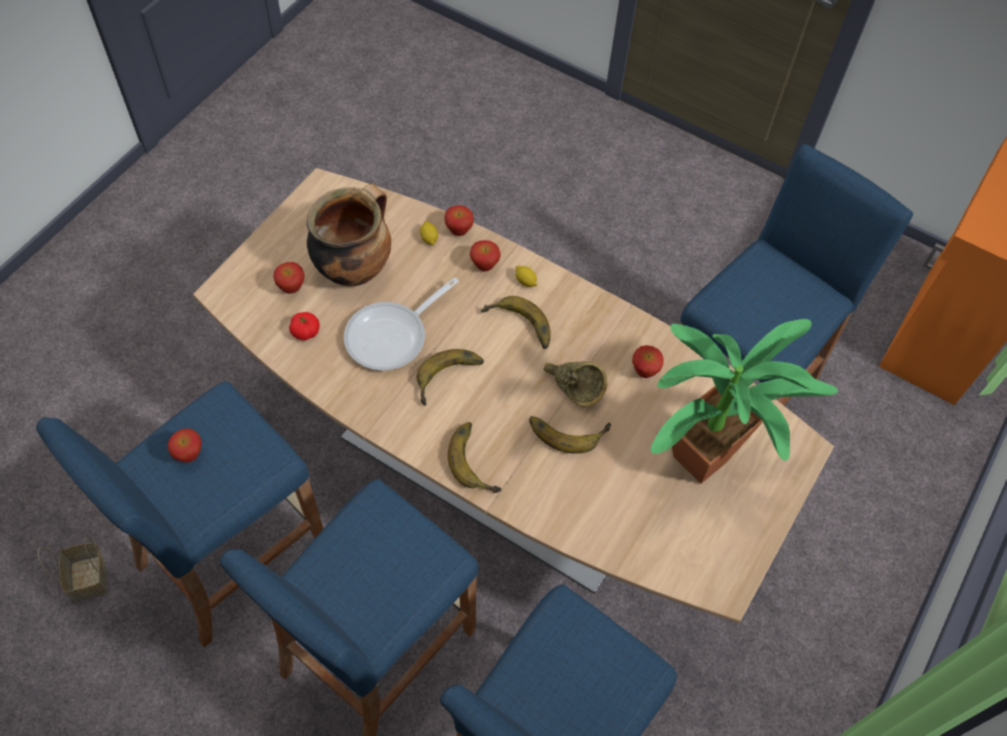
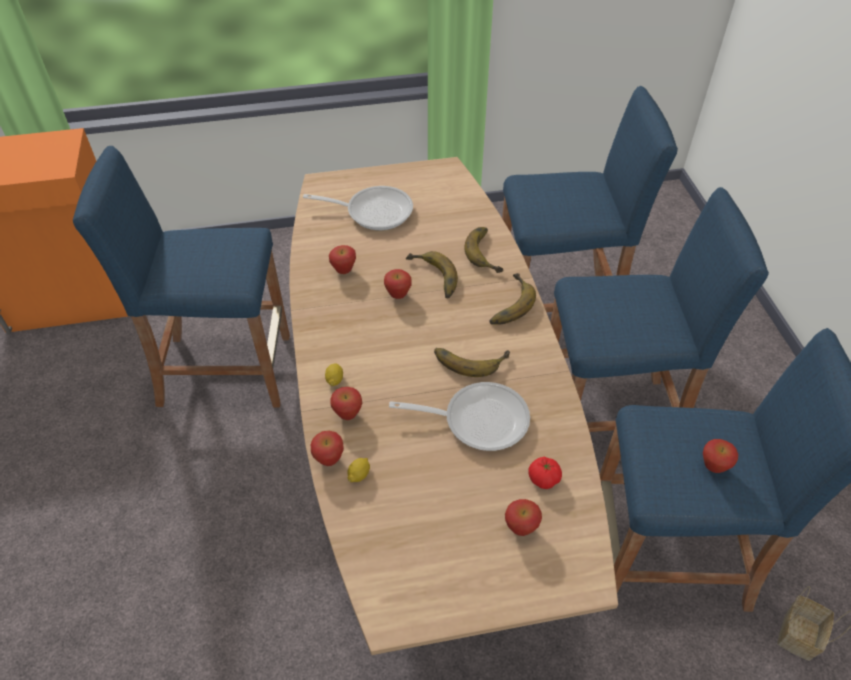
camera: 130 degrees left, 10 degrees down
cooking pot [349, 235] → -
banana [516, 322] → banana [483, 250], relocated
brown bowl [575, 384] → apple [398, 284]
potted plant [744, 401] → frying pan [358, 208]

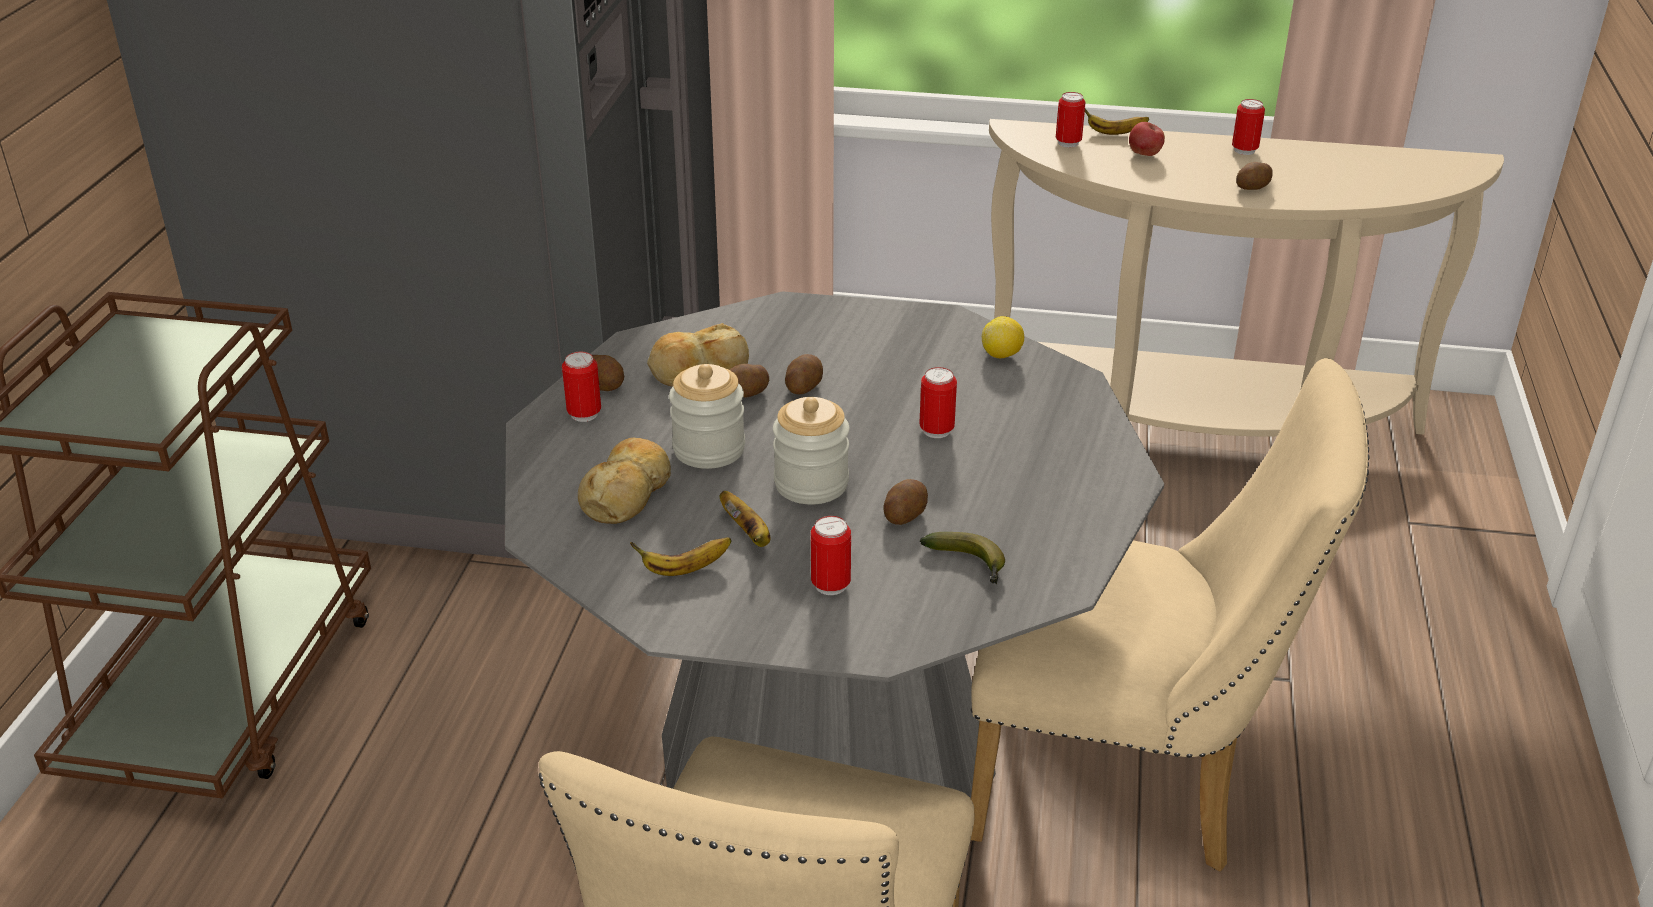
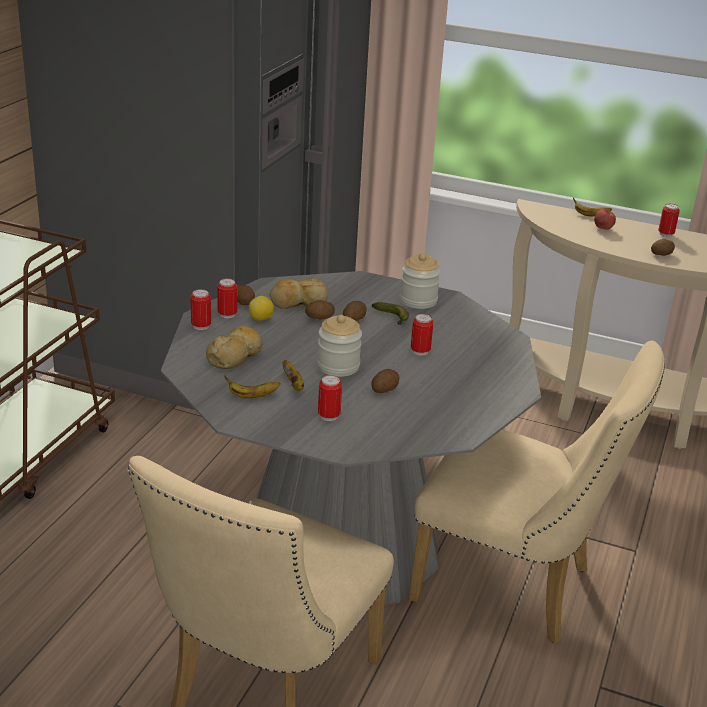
camera: 10 degrees right, 5 degrees down
jar [707, 416] → jar [420, 281], relocated
banana [962, 558] → banana [390, 313], relocated
lemon [1003, 337] → lemon [261, 308], relocated
can [1070, 120] → can [201, 309], relocated

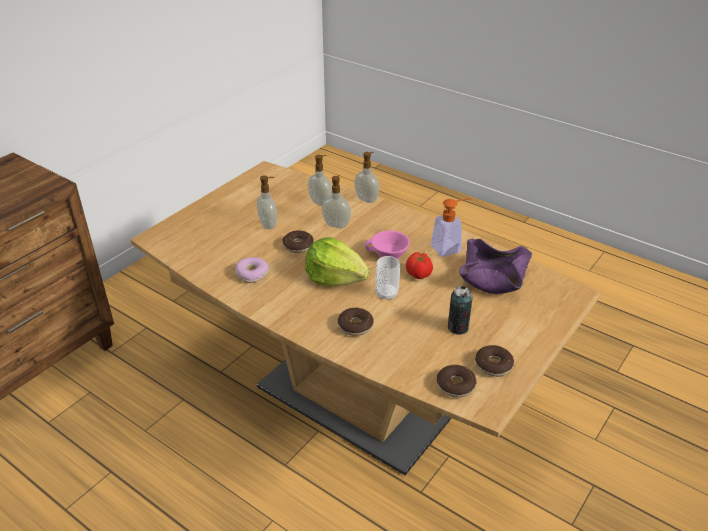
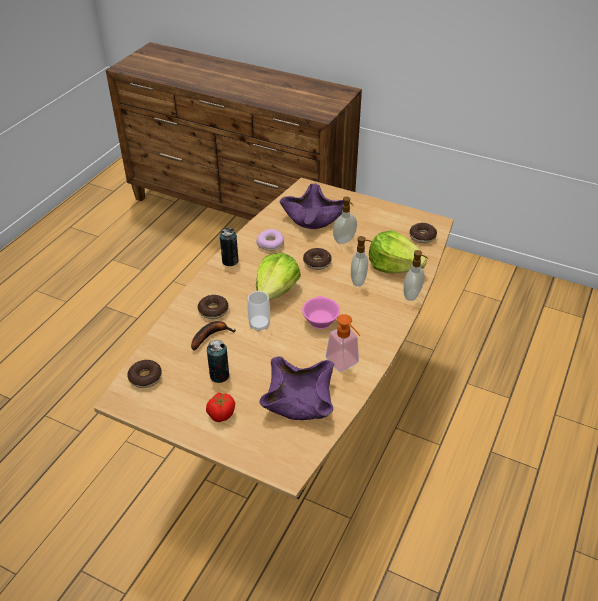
camera: 80 degrees right, 5 degrees up
- → banana [213, 335]
- → can [229, 247]
- → purple bowl [312, 206]
tomato [419, 265] → tomato [220, 407], relocated
donut [494, 361] → donut [423, 233], relocated
soap dispenser [320, 180] → lettuce [398, 252]

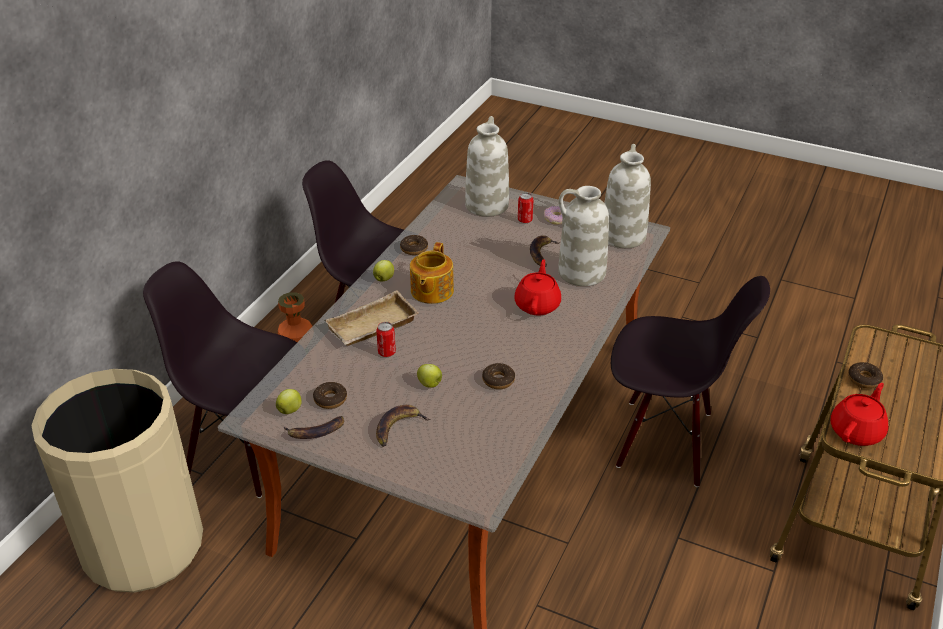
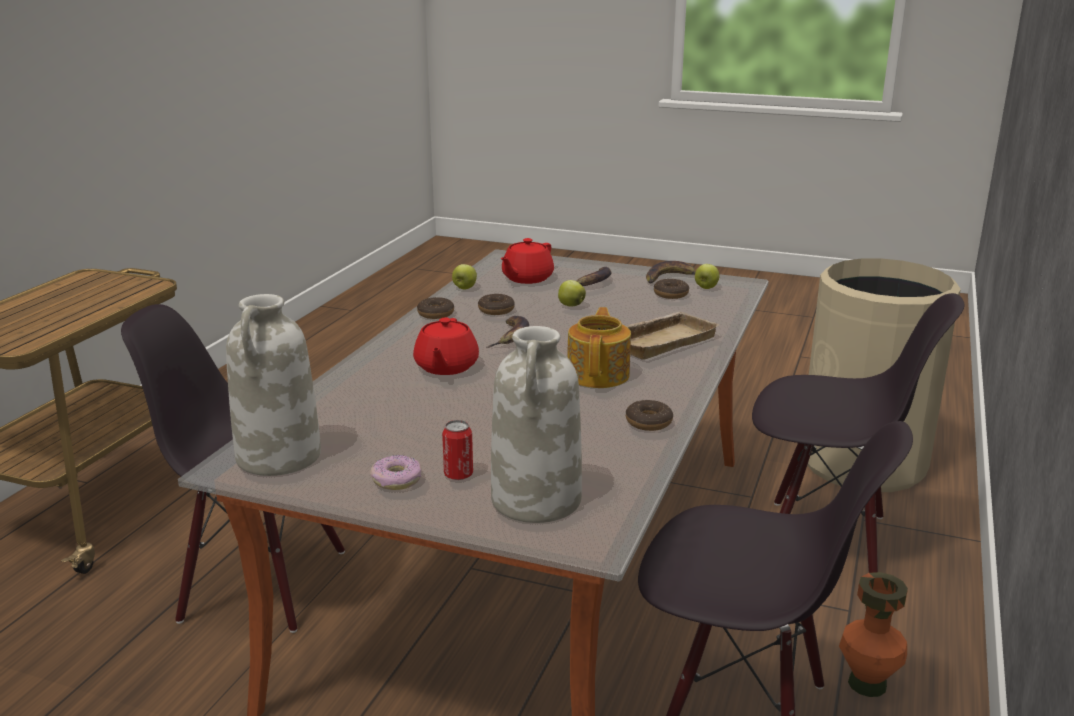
camera: 175 degrees right, 15 degrees down
can [386, 339] → -
white vase [583, 236] → -
apple [383, 270] → apple [464, 276], relocated
banana [545, 251] → banana [508, 332], relocated
red teapot [859, 414] → red teapot [527, 261], relocated
donut [865, 375] → donut [435, 308], relocated

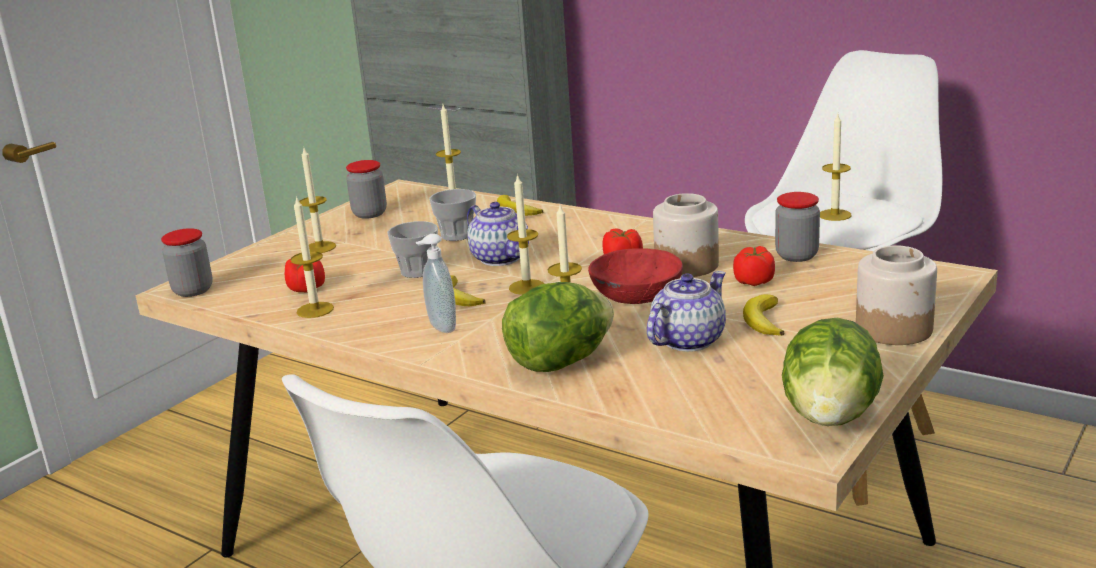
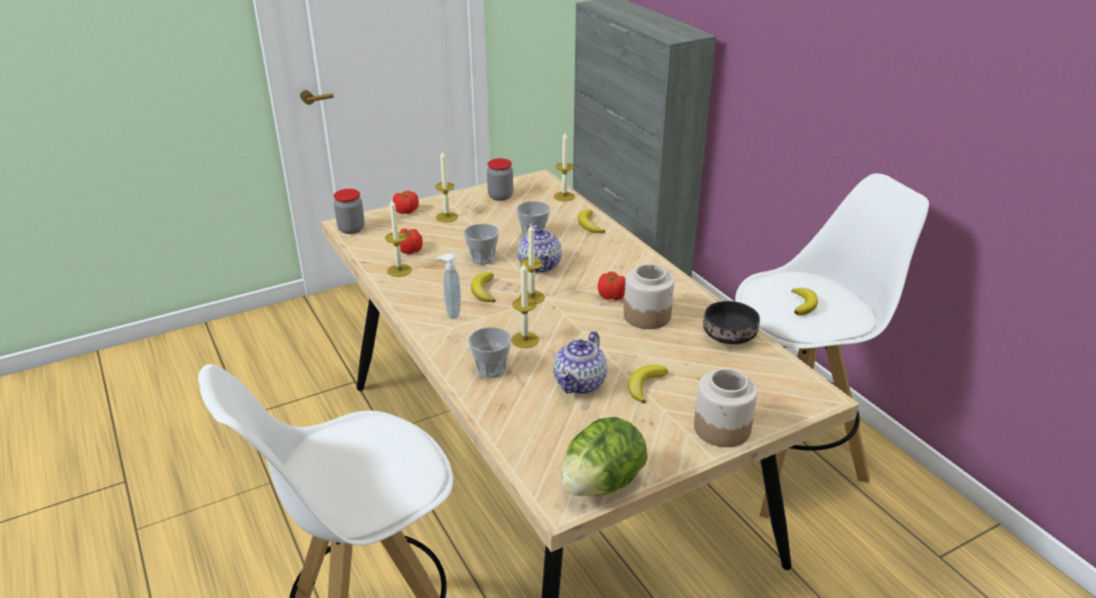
camera: 25 degrees right, 10 degrees up
red bowl [635, 276] → -
tomato [754, 266] → tomato [406, 202], relocated
lettuce [558, 327] → cup [489, 352]
jar [797, 227] → black bowl [731, 322]
candle [836, 167] → banana [804, 302]
teapot [686, 311] → teapot [580, 362], 135 degrees clockwise

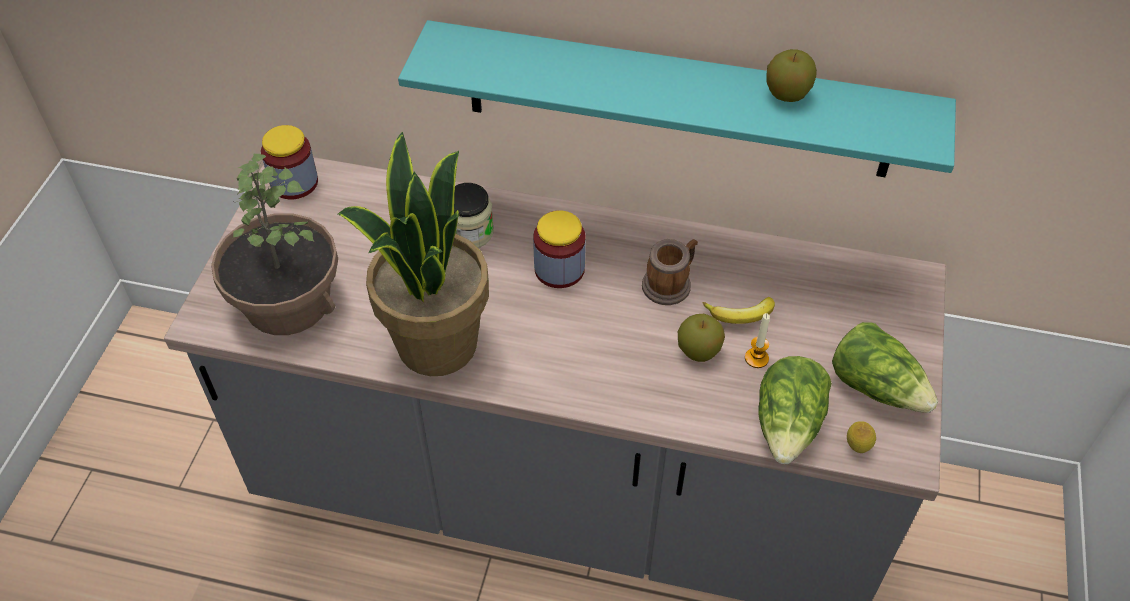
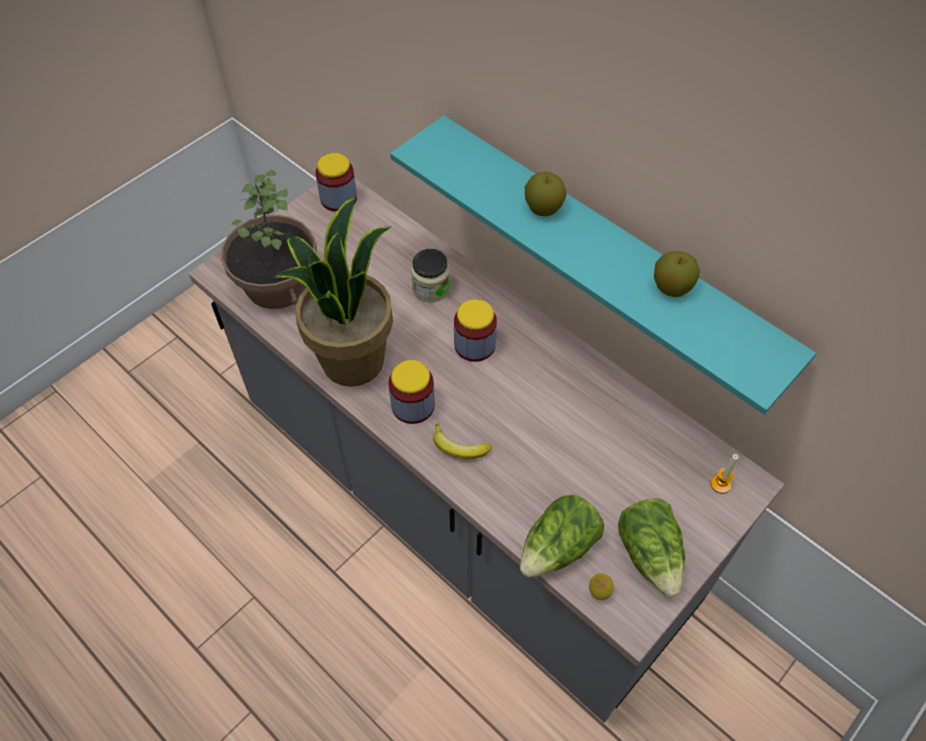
camera: 30 degrees right, 5 degrees up
mug [670, 272] → -
- → jar [412, 392]
apple [701, 338] → apple [546, 194], relocated
banana [739, 310] → banana [462, 441], relocated
candle [757, 340] → candle [724, 474], relocated

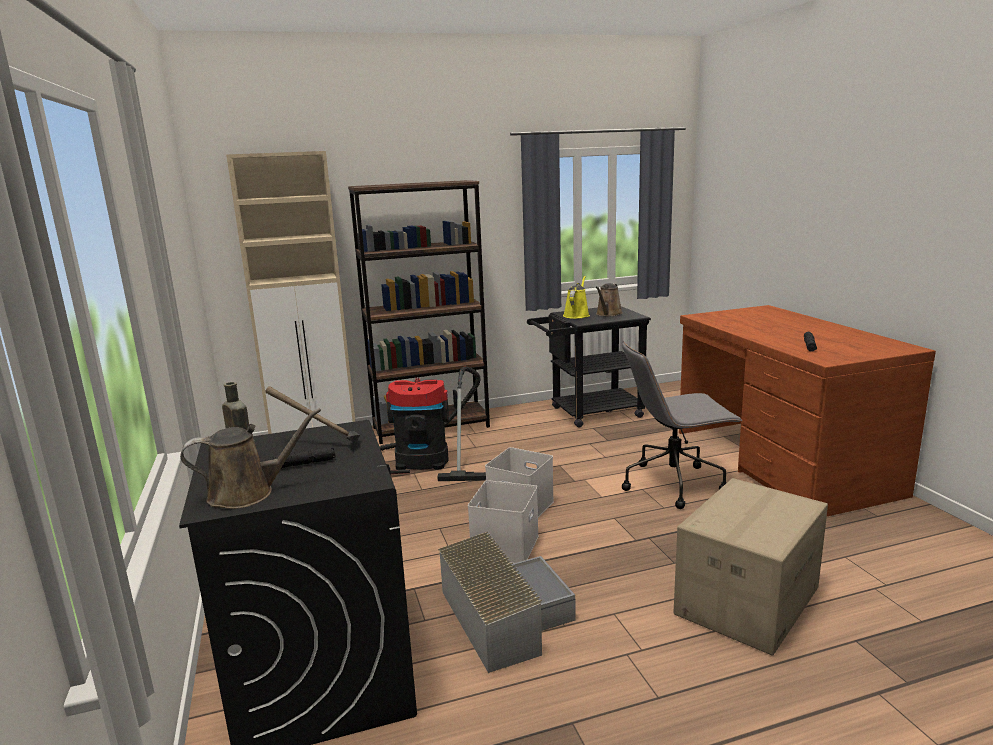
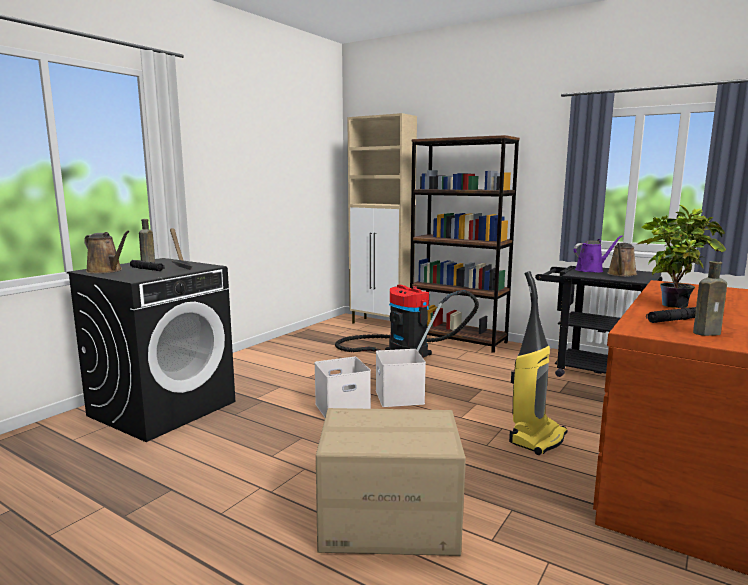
camera: 50 degrees right, 5 degrees down
grey storage box [507, 602] → -
- → potted plant [682, 256]
- → brown bottle [710, 298]
grey office chair [682, 425] → vacuum cleaner [538, 363]
yellow watering can [576, 297] → purple watering can [598, 254]
brown watering can [609, 299] → brown watering can [622, 260], 45 degrees counterclockwise

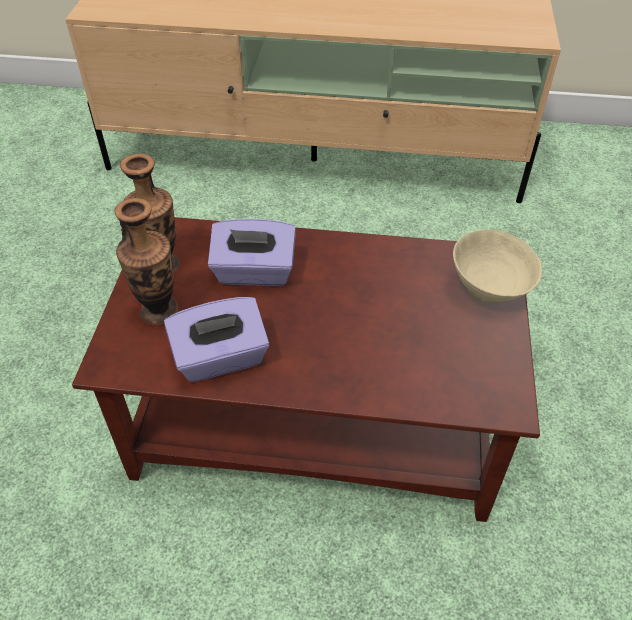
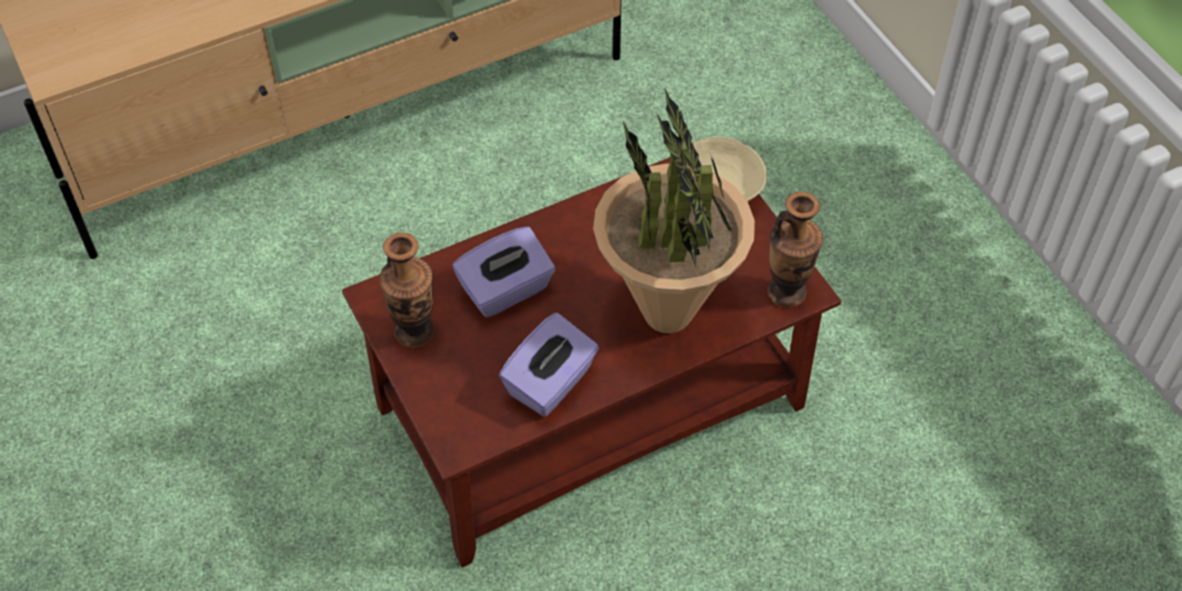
camera: 35 degrees left, 5 degrees up
- → potted plant [674, 210]
vase [146, 261] → vase [795, 250], relocated

